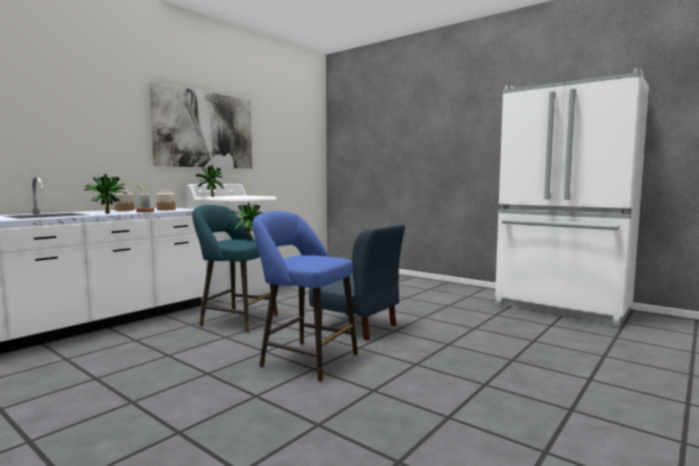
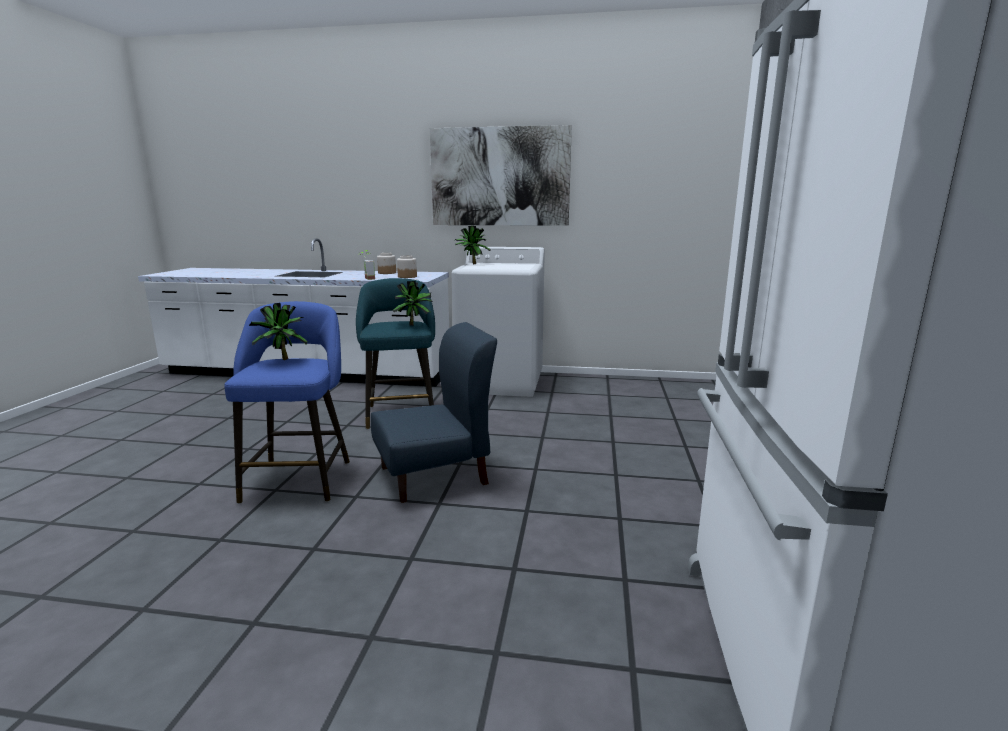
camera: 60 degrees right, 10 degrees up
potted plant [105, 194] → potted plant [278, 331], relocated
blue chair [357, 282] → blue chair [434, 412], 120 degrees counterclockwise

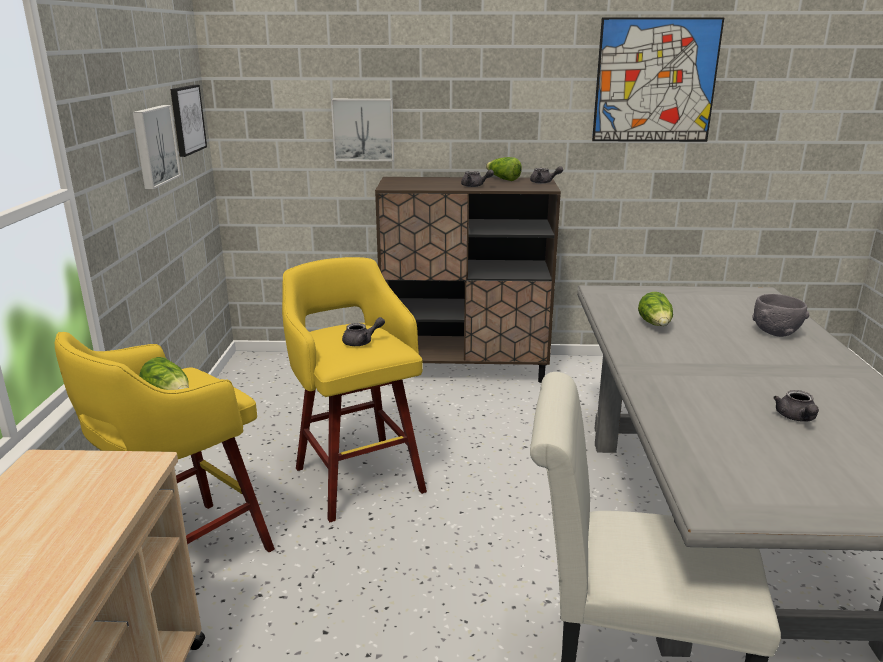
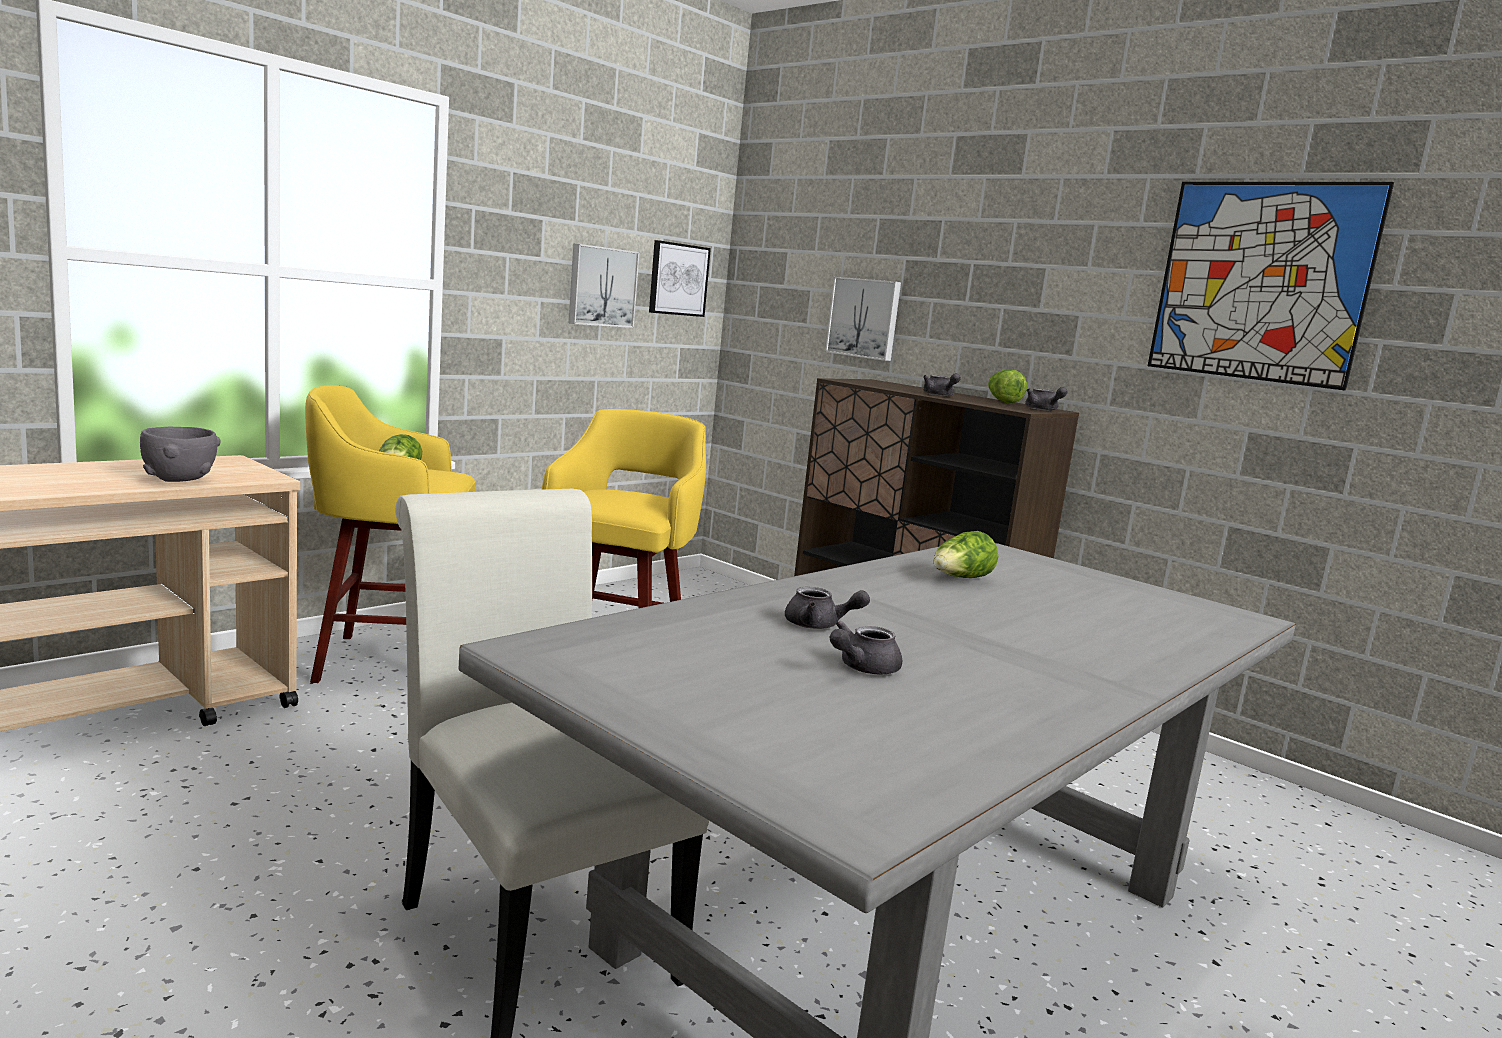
camera: 40 degrees right, 10 degrees down
grey teapot [363, 331] → grey teapot [827, 608], relocated
grey bowl [780, 315] → grey bowl [180, 454], relocated

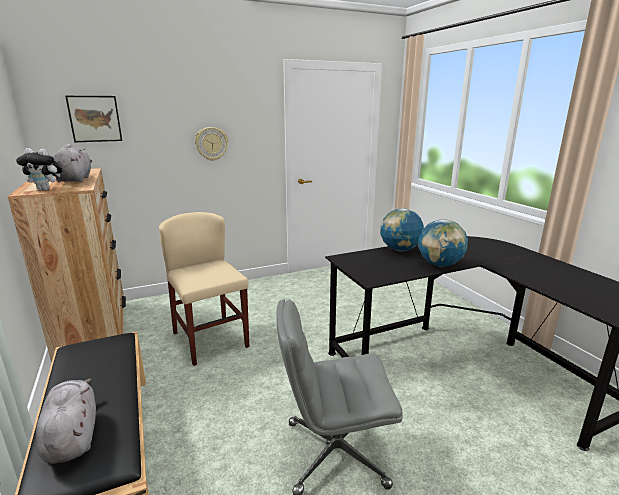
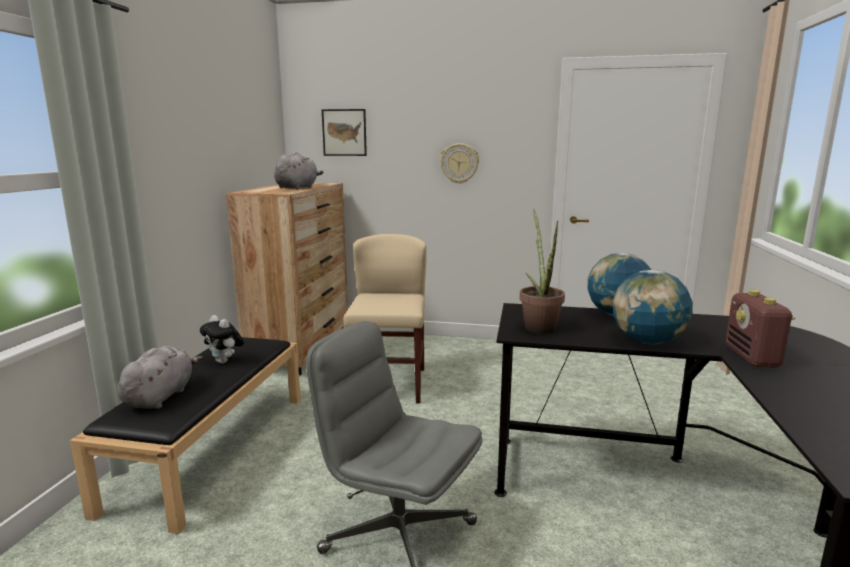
camera: 35 degrees right, 5 degrees down
- → potted plant [542, 271]
- → radio [760, 329]
plush toy [39, 169] → plush toy [222, 339], relocated

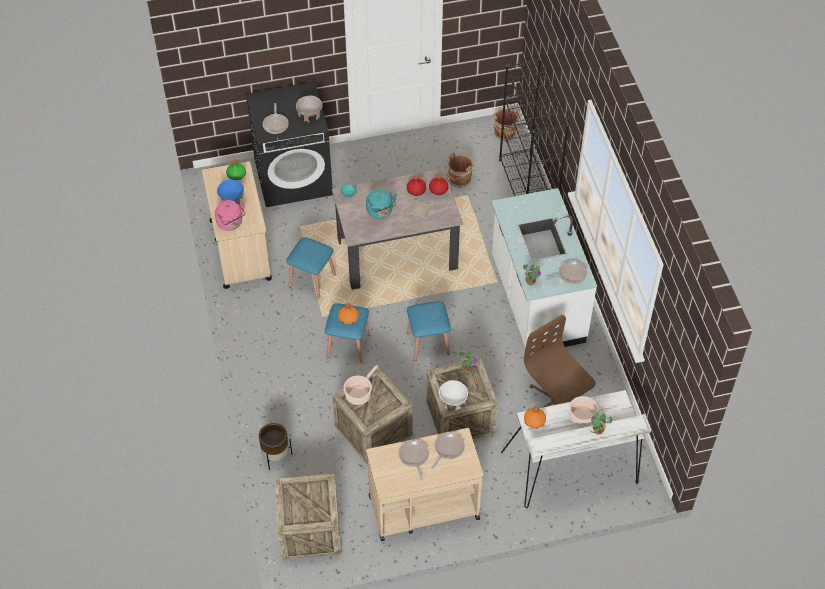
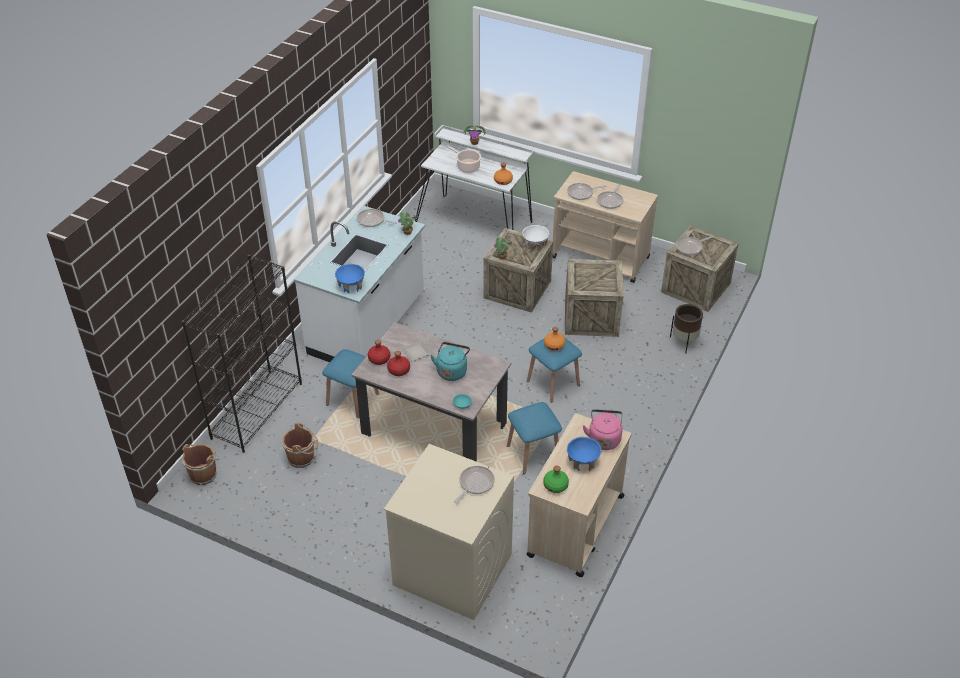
camera: 140 degrees left, 10 degrees down
beige bowl [309, 109] → -
cooking pot [360, 385] → -
brown office chair [560, 361] → -
- → blue bowl [350, 278]
- → frying pan [694, 245]
blue stool [429, 331] → blue stool [350, 383], relocated
black washing machine [289, 144] → beige washing machine [449, 532]

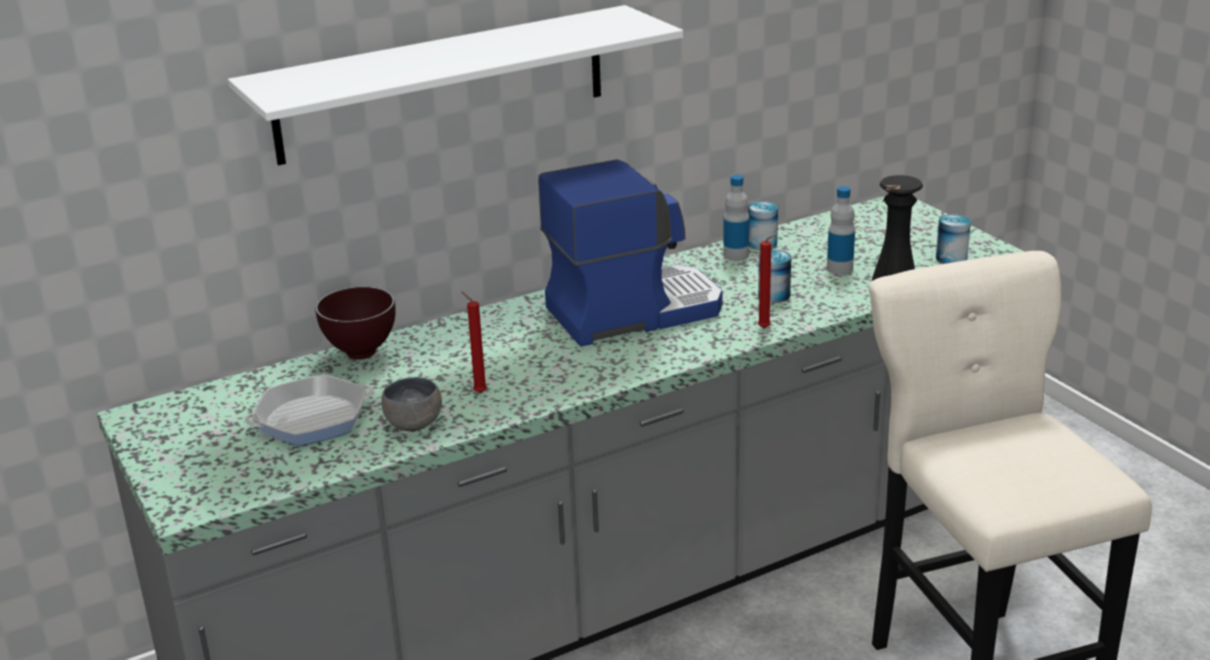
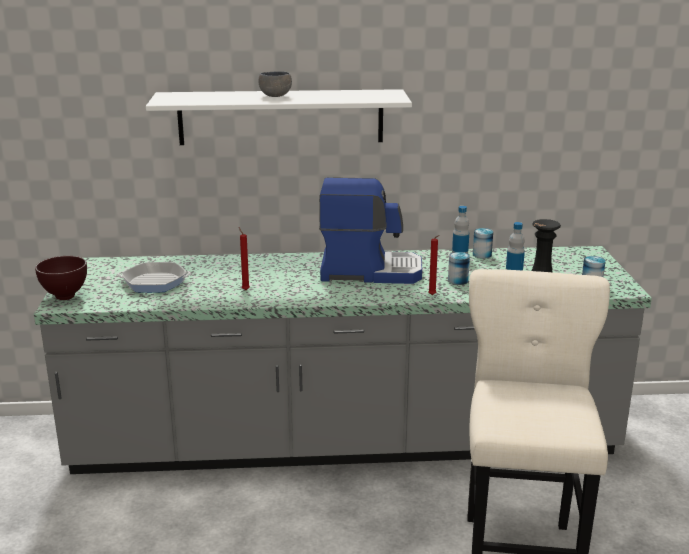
camera: 25 degrees right, 5 degrees down
brown bowl [355, 323] → brown bowl [61, 278], relocated
grey bowl [411, 404] → grey bowl [275, 84], relocated

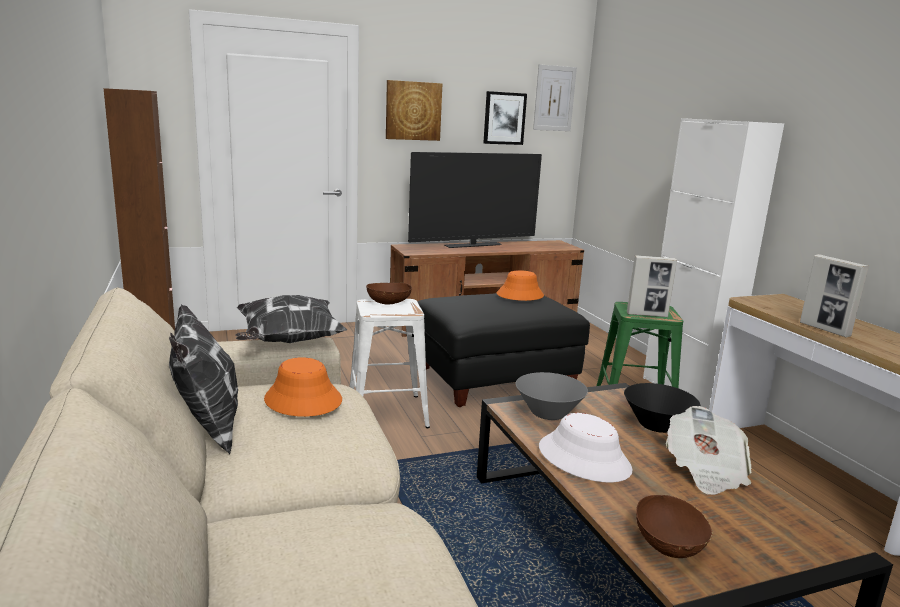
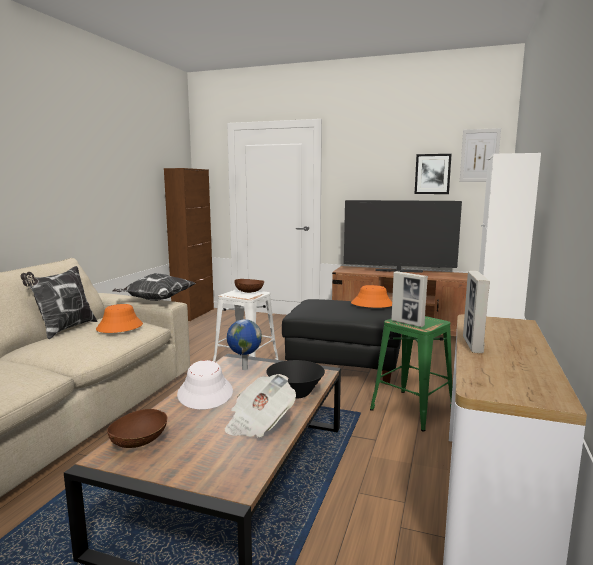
camera: 40 degrees right, 5 degrees down
picture [414, 110] → -
grey bowl [552, 396] → globe [244, 344]

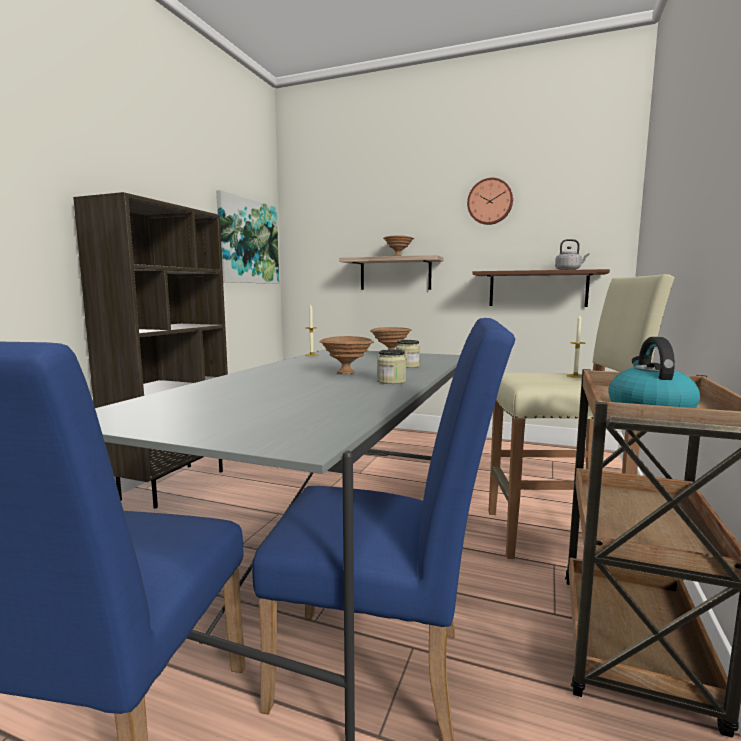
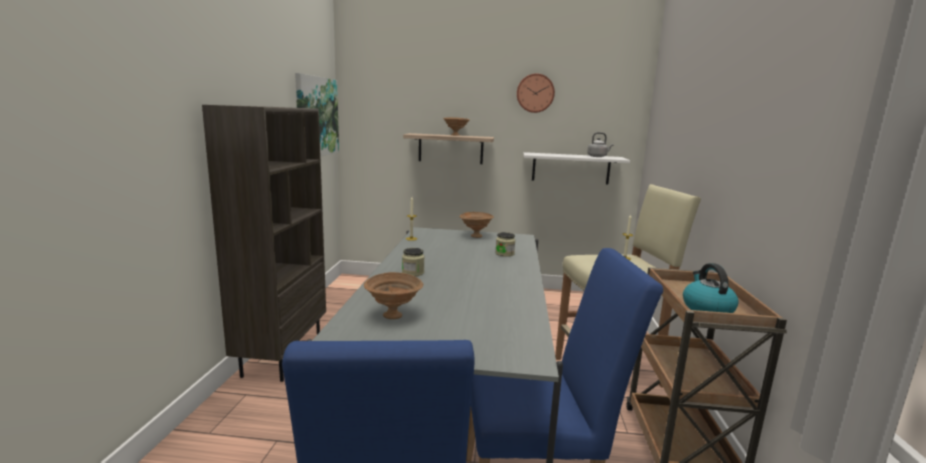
camera: 15 degrees left, 5 degrees up
brown bowl [346, 355] → brown bowl [393, 295], relocated
jar [391, 366] → jar [413, 262], relocated
brown shelf [541, 288] → white shelf [576, 168]

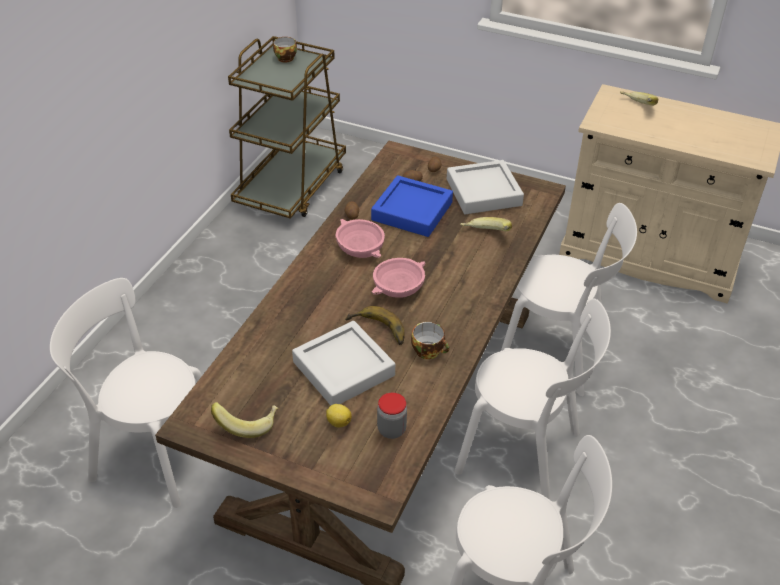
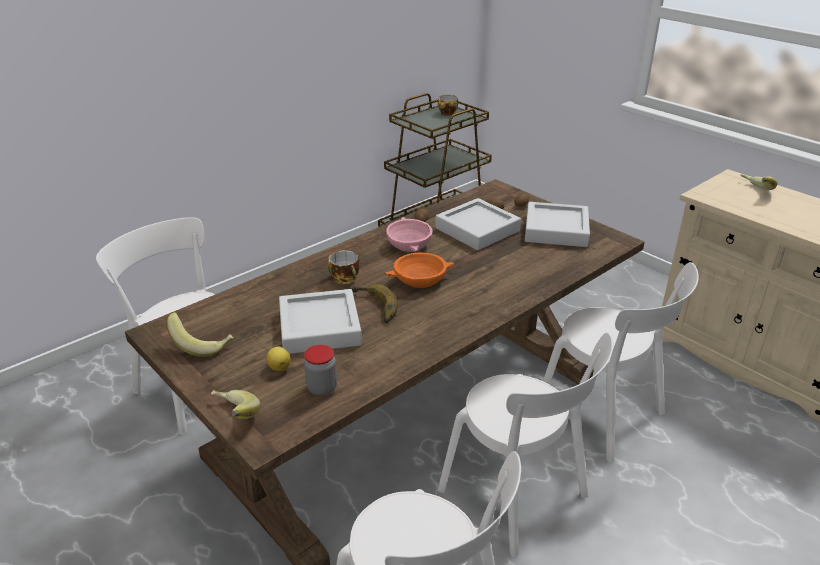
camera: 25 degrees right, 10 degrees down
cup [430, 341] → cup [344, 267], relocated
banana [486, 224] → banana [235, 404], relocated
blue tray [412, 206] → grey tray [478, 224]
pink bowl [398, 278] → orange bowl [419, 270]

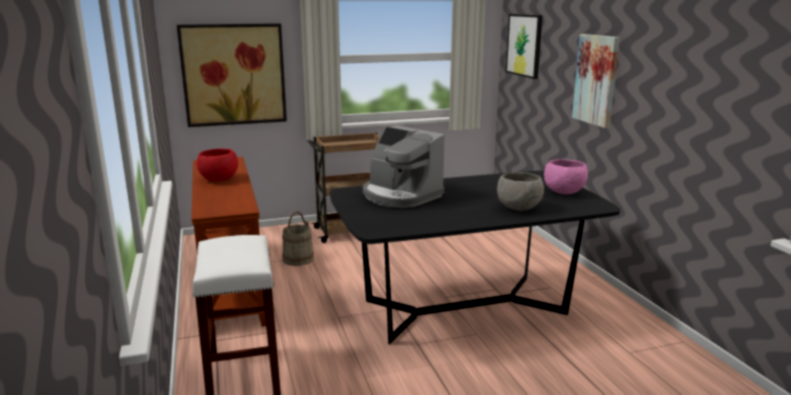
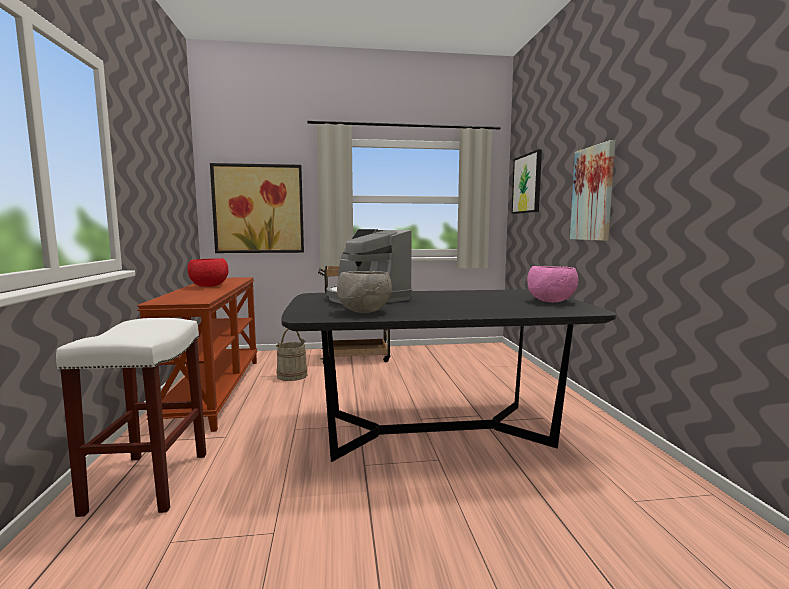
camera: 10 degrees right, 10 degrees down
grey bowl [520, 191] → grey bowl [364, 292], relocated

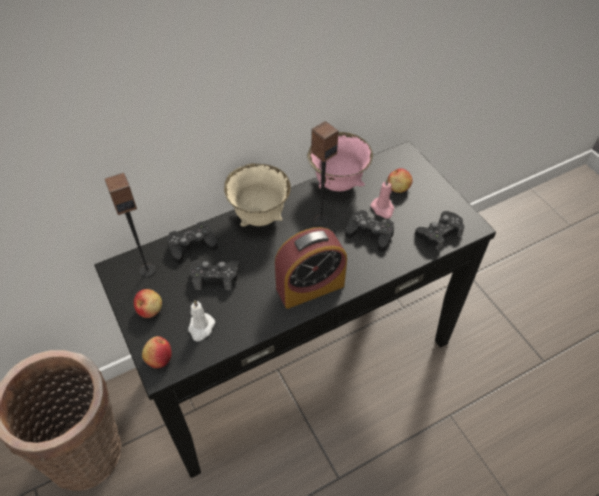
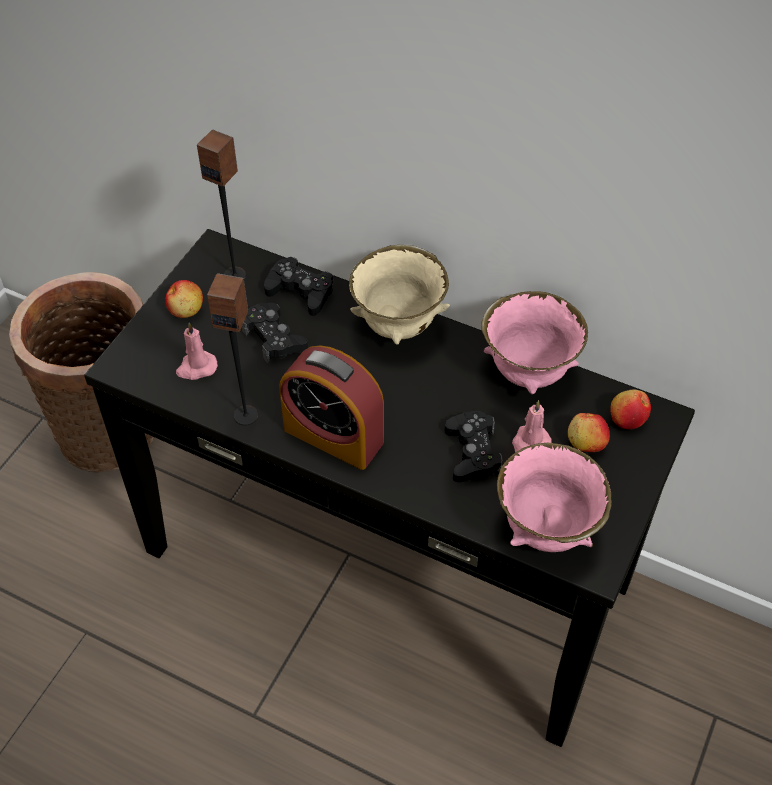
camera: 55 degrees right, 0 degrees up
apple [157, 352] → apple [631, 409], relocated
speaker [324, 173] → speaker [232, 349], relocated
black game controller [439, 231] → pink bowl [554, 497]
white candle [201, 320] → pink candle [197, 351]

